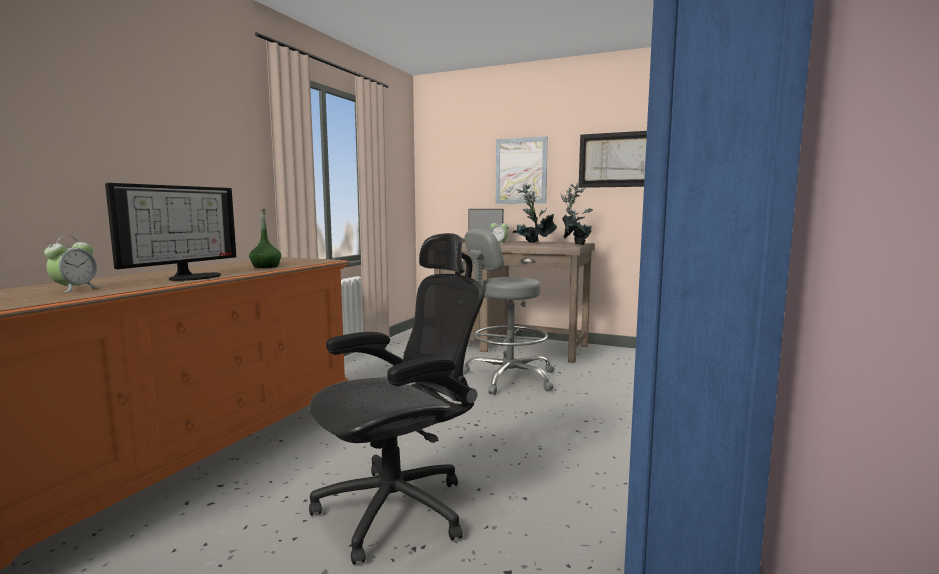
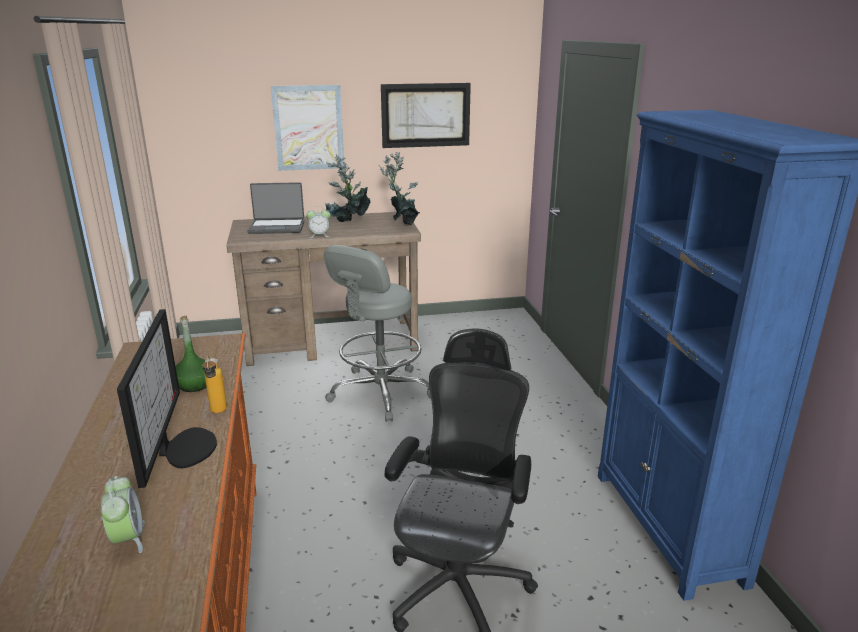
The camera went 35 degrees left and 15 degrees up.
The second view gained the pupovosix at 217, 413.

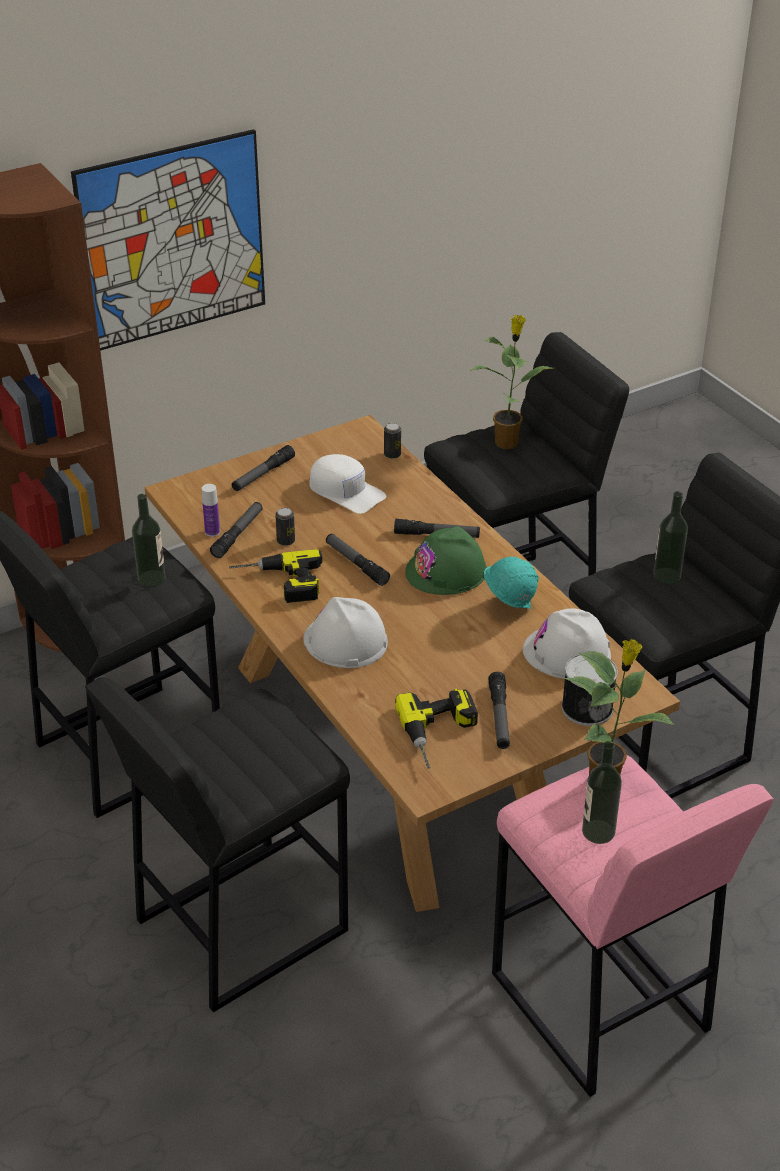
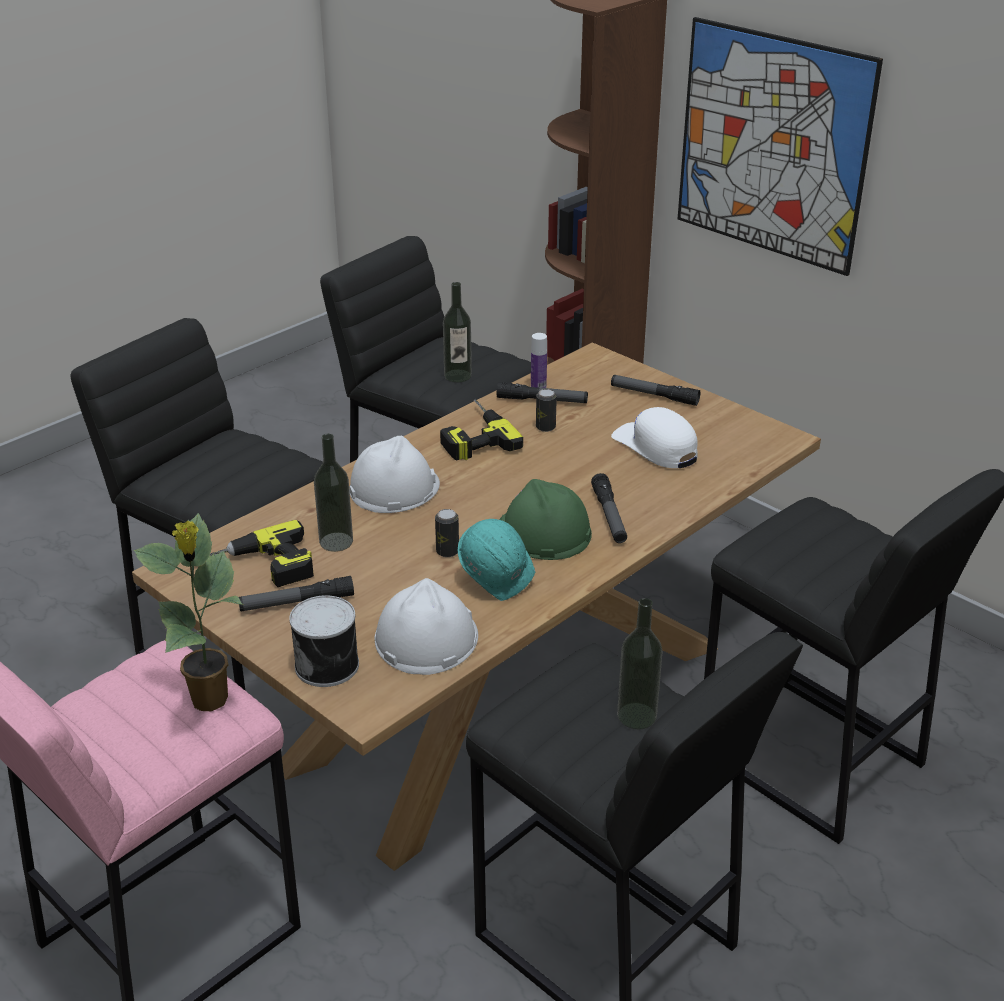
The camera went 75 degrees right and 5 degrees down.
The second view lost the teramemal at 356, 564.
The second view lost the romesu at 507, 442.
The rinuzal ended up elsewhere, having gone from 392, 454 to 447, 551.
The pupovosix ended up elsewhere, having gone from 598, 831 to 336, 542.
The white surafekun at 345, 491 ended up facing another way, 120 degrees clockwise from before.

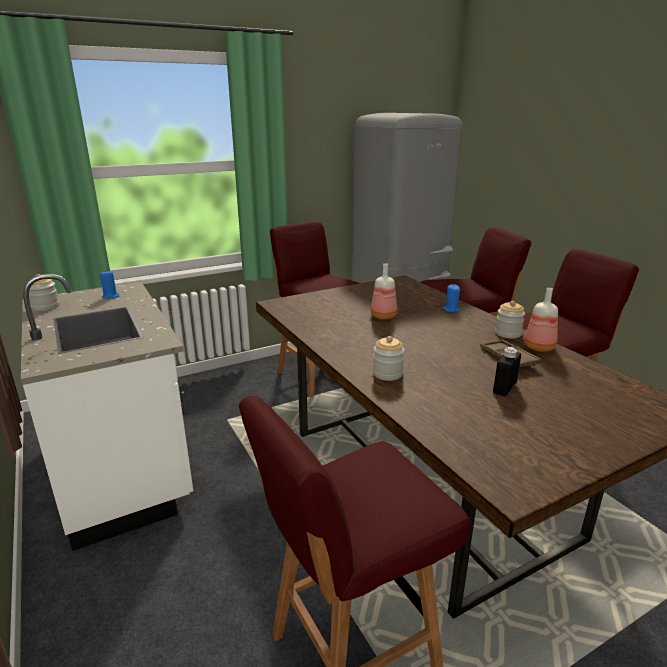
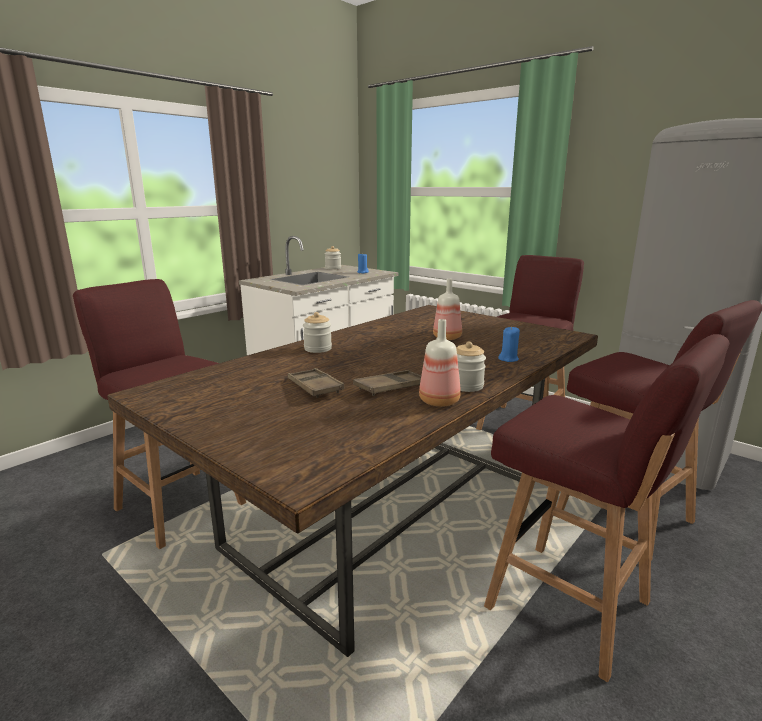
The camera went 70 degrees right and 5 degrees down.
Where the black pupovosix stood at 504, 388, the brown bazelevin came to stand at 315, 387.

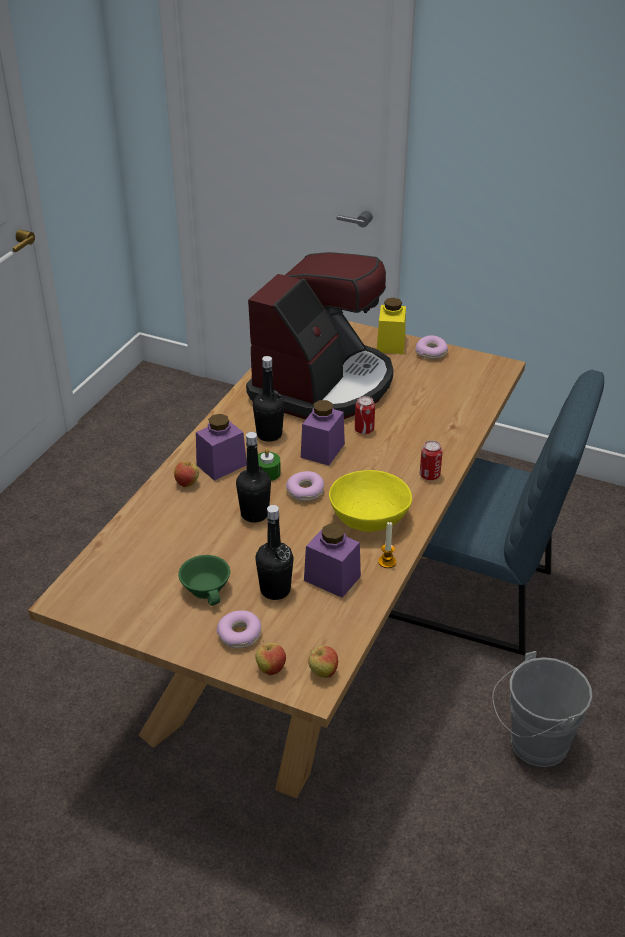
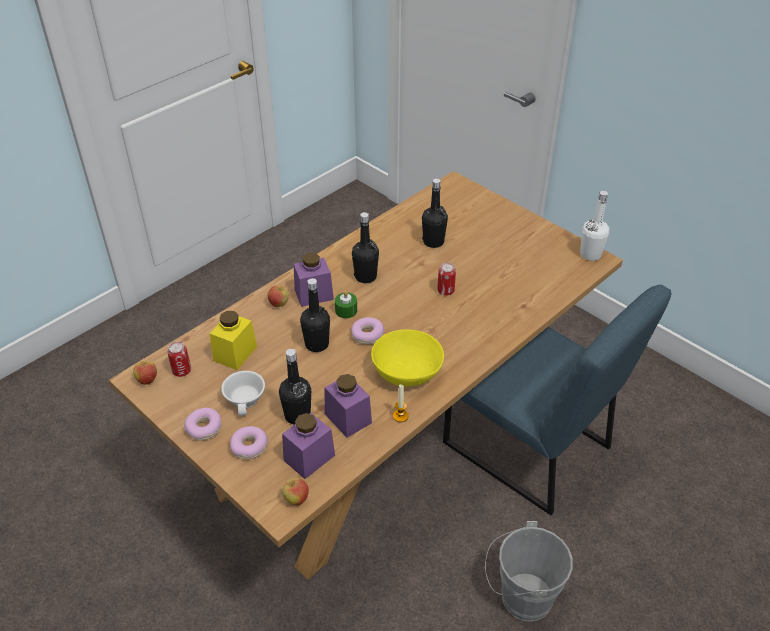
The camera went 20 degrees right and 5 degrees up.
The second view gained the white pupovosix at 590, 254.
The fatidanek ended up elsewhere, having gone from 271, 669 to 147, 380.
The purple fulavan ended up elsewhere, having gone from 322, 450 to 309, 458.
The yellow fulavan ended up elsewhere, having gone from 390, 344 to 235, 353.
The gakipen ended up elsewhere, having gone from 431, 352 to 204, 428.
The rinuzal ended up elsewhere, having gone from 429, 475 to 182, 371.
Where the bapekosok stood at 323, 384, the black pupovosix came to stand at 433, 242.
What was the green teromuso at 208, 589 turned into the white teromuso at 246, 400.

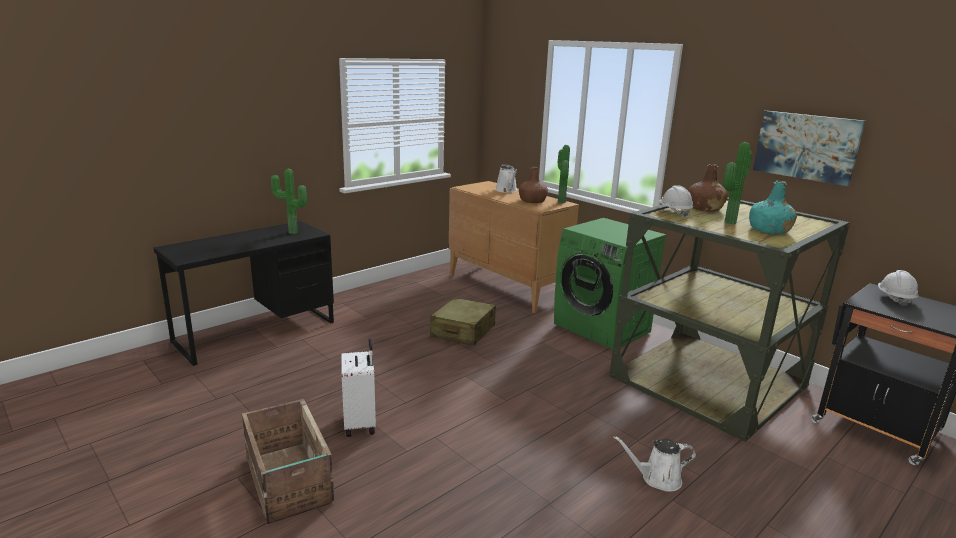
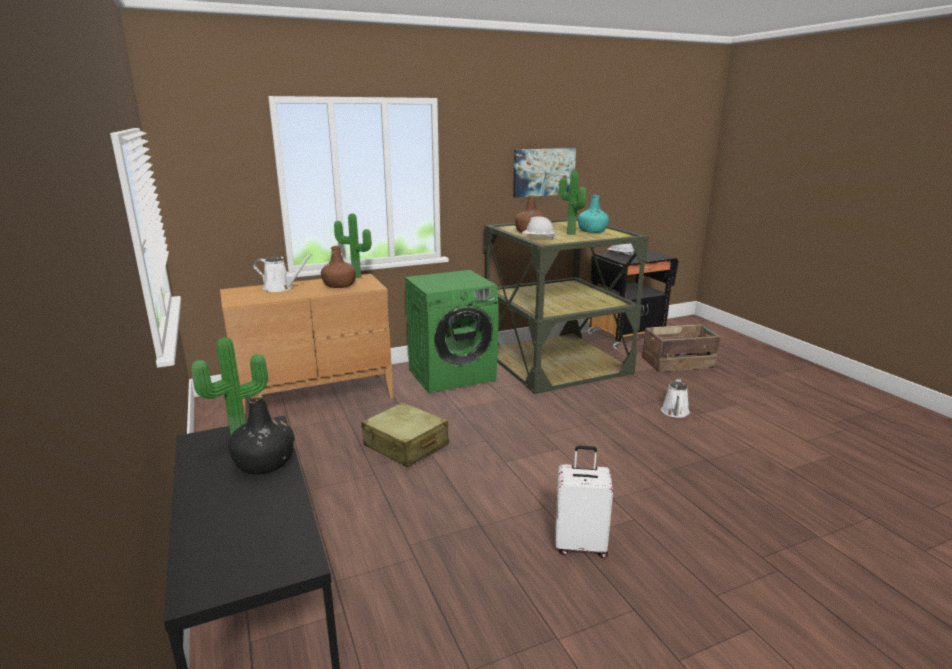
The camera went 70 degrees left and 0 degrees up.
The second view gained the black pupovosix at 265, 462.
The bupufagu ended up elsewhere, having gone from 288, 482 to 679, 363.

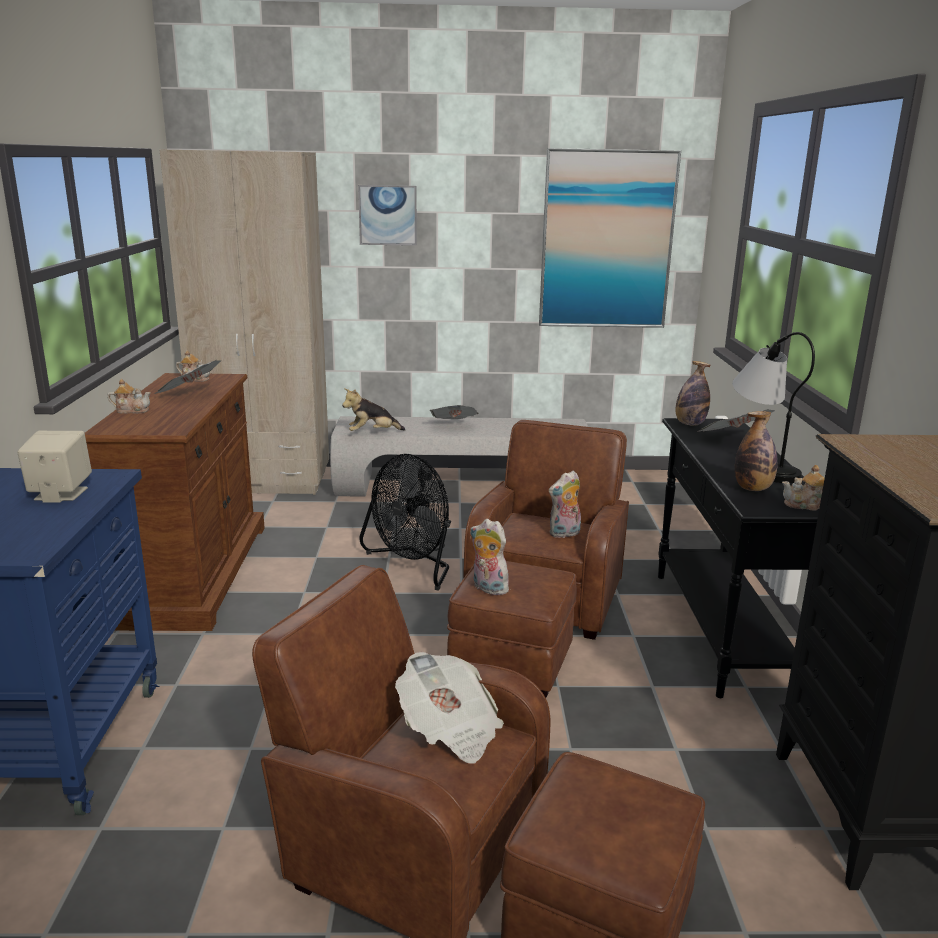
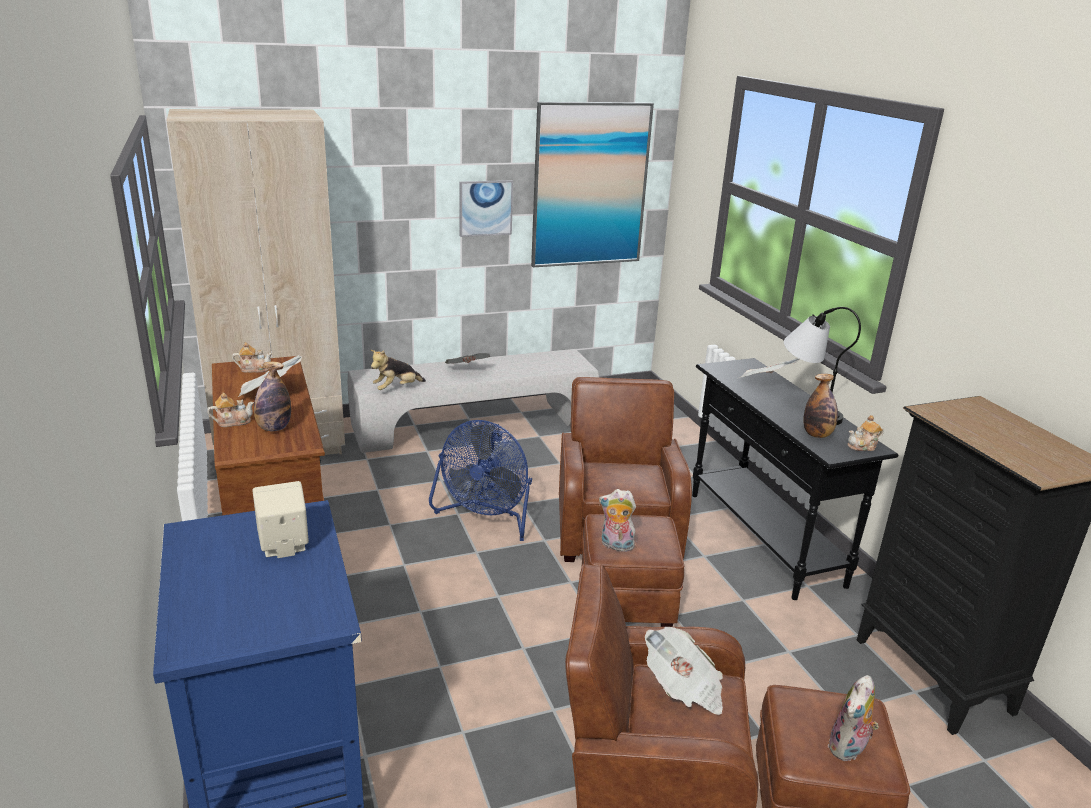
The camera went 20 degrees left and 5 degrees up.
The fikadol ended up elsewhere, having gone from 388, 215 to 485, 208.
The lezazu ended up elsewhere, having gone from 564, 534 to 848, 749.
The pupovosix ended up elsewhere, having gone from 690, 424 to 274, 428.
What was the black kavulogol at 415, 562 turned into the blue kavulogol at 485, 515.

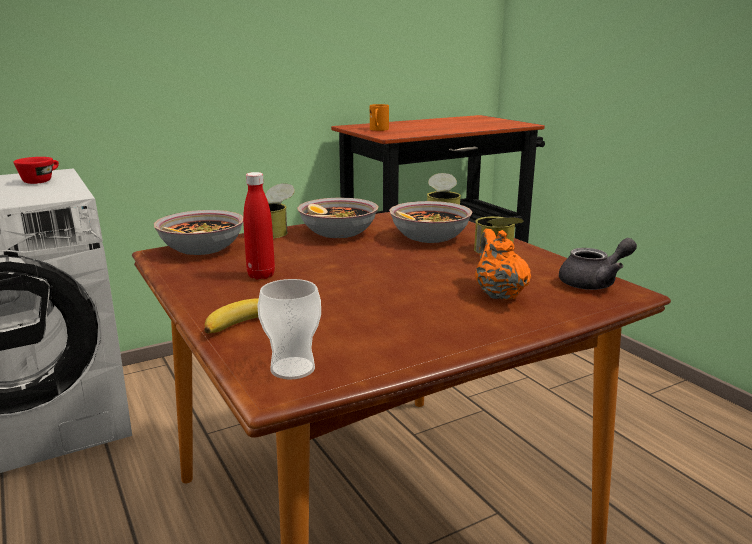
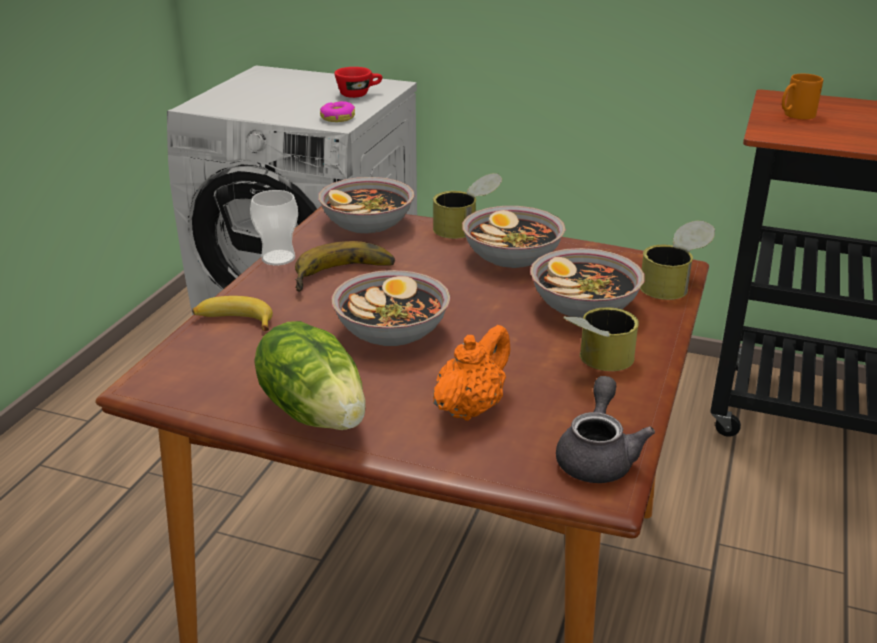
The camera went 50 degrees right and 10 degrees up.
The second view gained the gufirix at 315, 411.
The second view gained the gakipen at 337, 118.
The second view gained the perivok at 391, 332.
The teromuso ended up elsewhere, having gone from 292, 368 to 278, 258.
Where the red pupovosix stood at 261, 275, the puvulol came to stand at 345, 277.
The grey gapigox at 594, 283 ended up facing another way, 105 degrees counterclockwise from before.

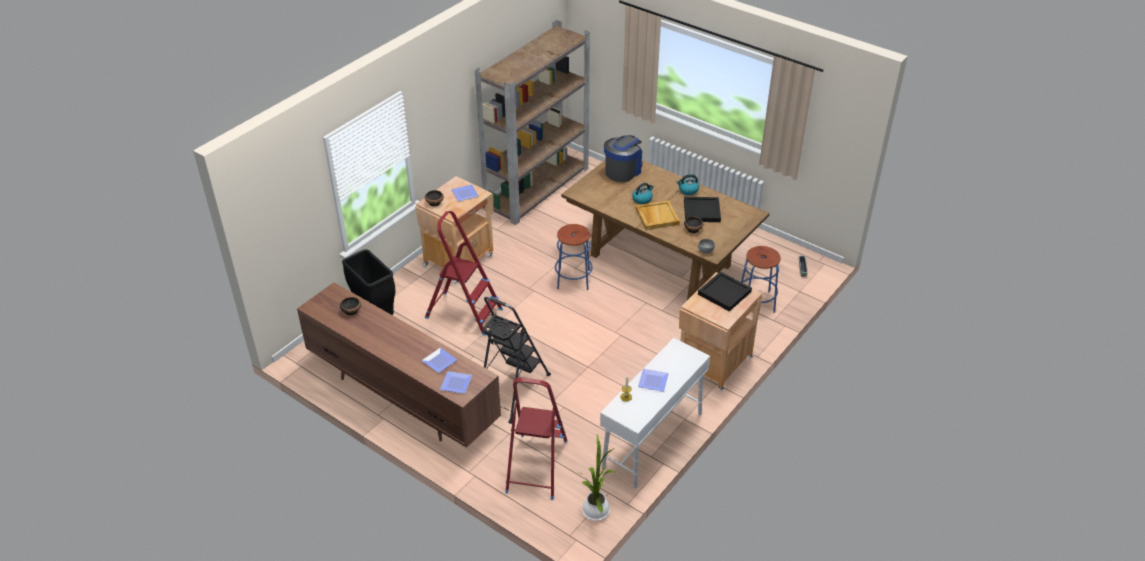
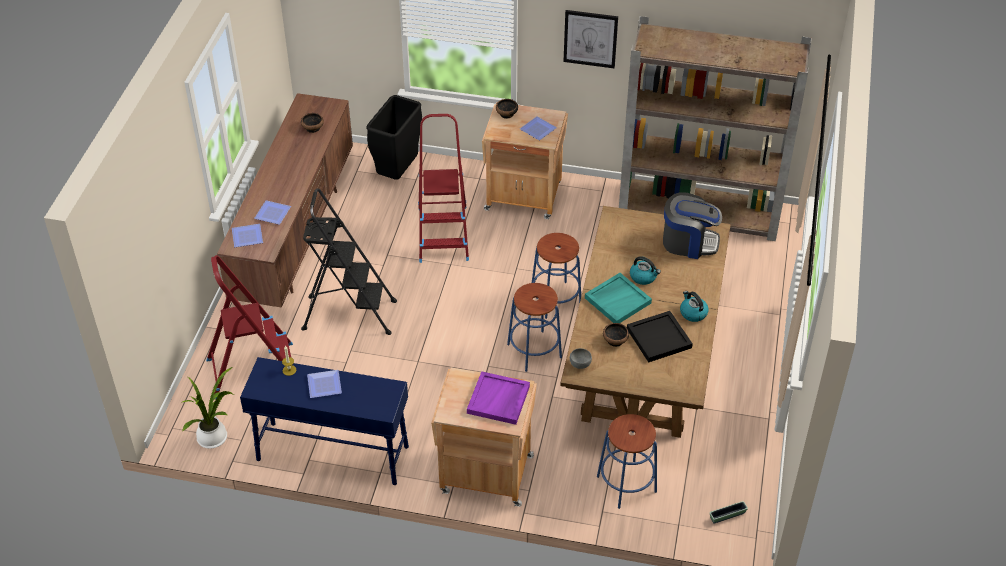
The camera went 65 degrees right and 5 degrees up.
The second view gained the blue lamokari at 534, 351.
The second view gained the fikadol at 590, 38.
What was the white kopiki at 651, 440 turned into the blue kopiki at 333, 452.
What was the beige bazelevin at 656, 216 turned into the turquoise bazelevin at 618, 300.
What was the black bazelevin at 725, 293 turned into the purple bazelevin at 498, 400.

